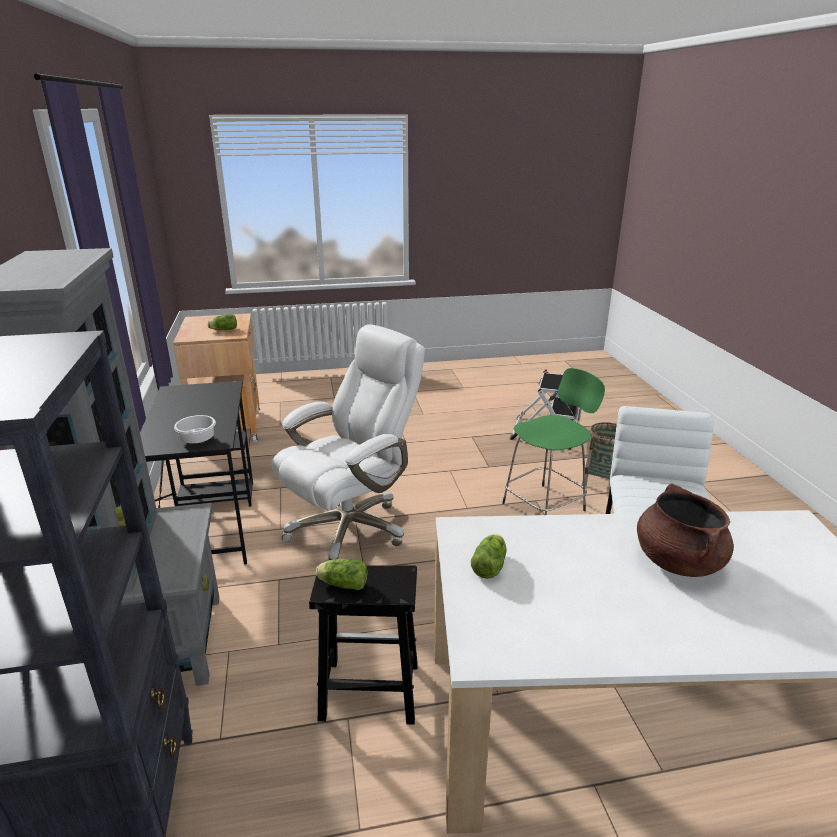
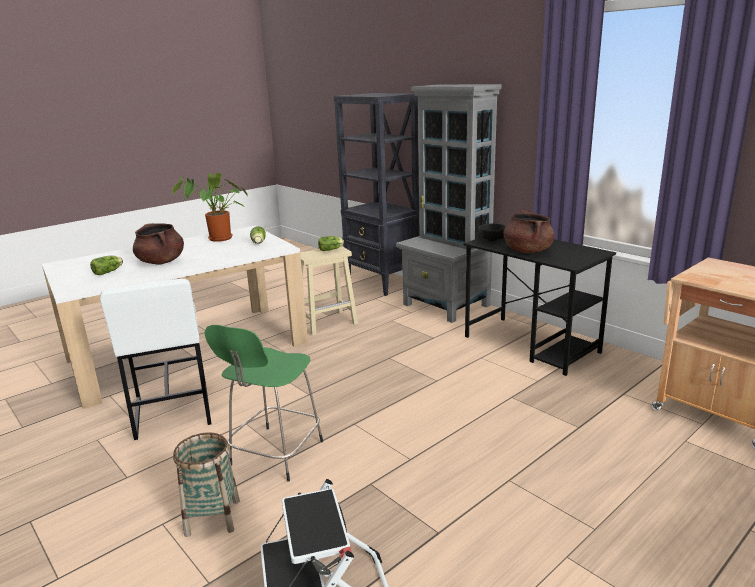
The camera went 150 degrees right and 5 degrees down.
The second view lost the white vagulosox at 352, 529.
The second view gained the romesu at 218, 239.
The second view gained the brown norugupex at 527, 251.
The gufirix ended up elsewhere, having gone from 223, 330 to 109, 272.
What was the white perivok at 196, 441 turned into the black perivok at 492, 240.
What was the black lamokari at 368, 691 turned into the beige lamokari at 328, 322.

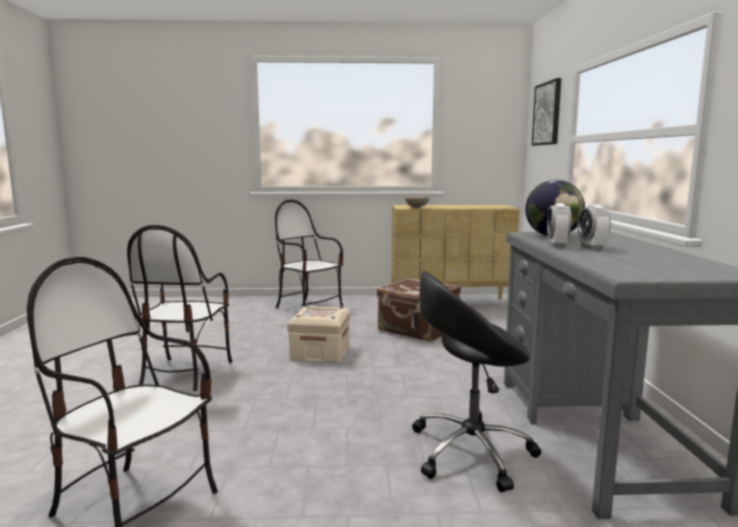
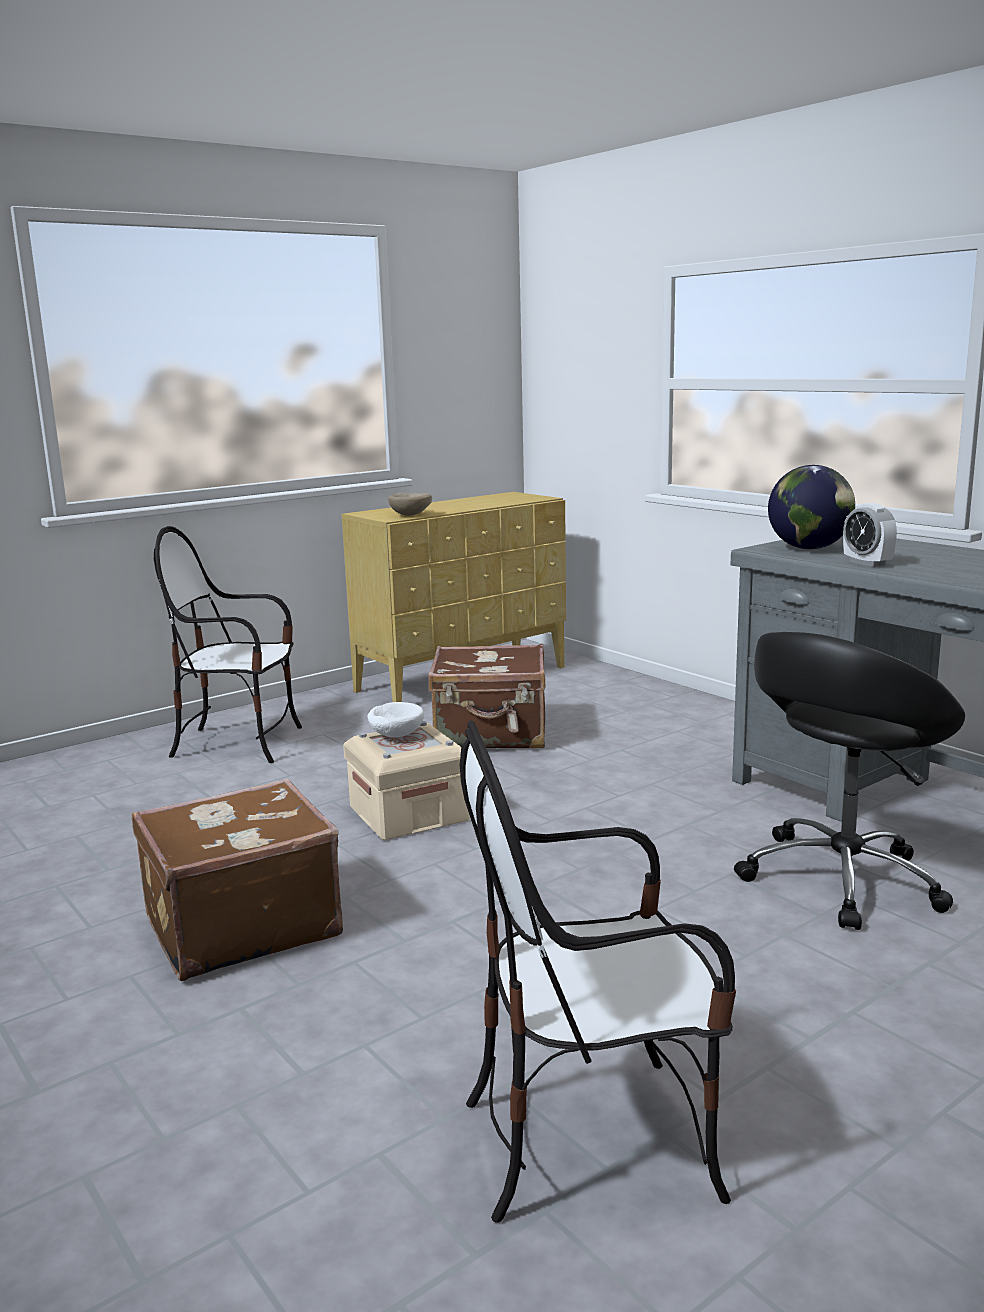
The camera went 35 degrees left and 5 degrees up.
The second view lost the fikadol at 547, 113.
The second view lost the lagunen at 592, 247.
The second view gained the white perivok at 395, 735.
Where the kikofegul stood at 185, 373, the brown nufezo came to stand at 240, 926.

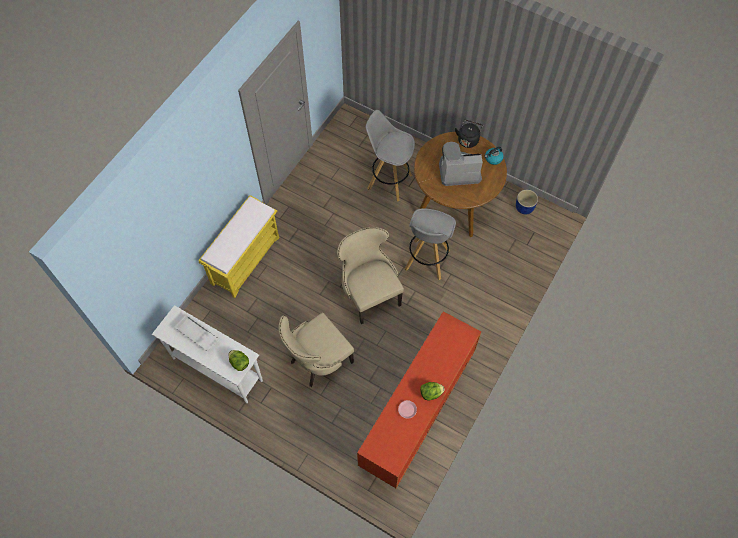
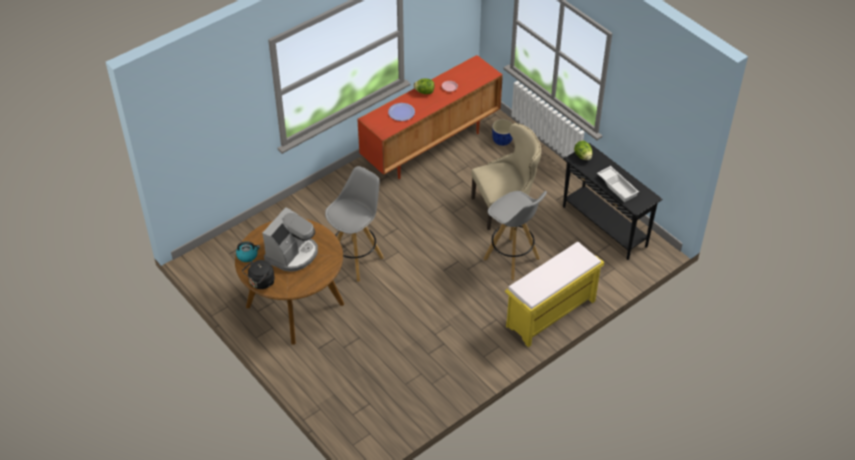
The camera went 160 degrees left and 15 degrees down.
The second view lost the beige kikofegul at 369, 293.
The second view gained the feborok at 401, 112.
The grey lamokari ended up elsewhere, having gone from 389, 181 to 512, 259.
The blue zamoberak ended up elsewhere, having gone from 524, 207 to 502, 140.
What was the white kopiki at 216, 370 turned into the black kopiki at 605, 226.
The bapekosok at 458, 171 ended up facing another way, 75 degrees counterclockwise from before.

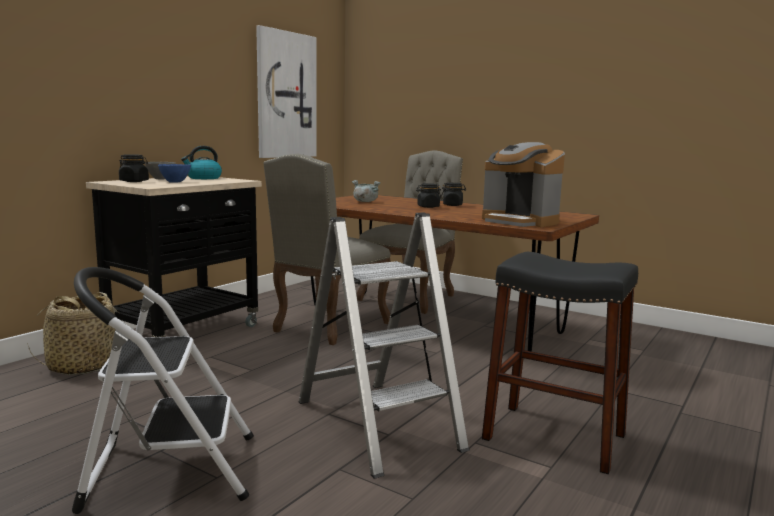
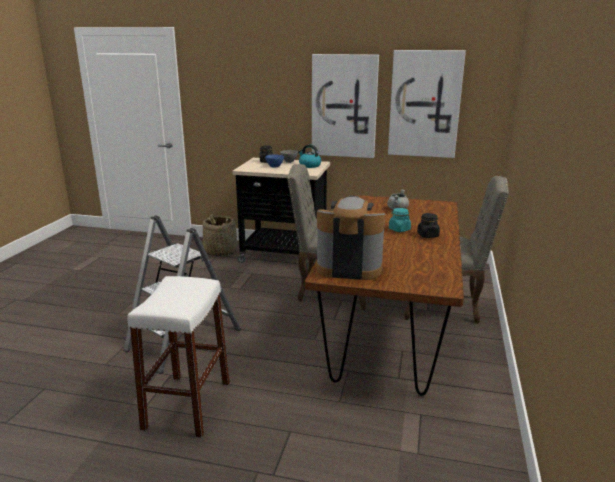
The camera went 70 degrees right and 10 degrees up.
The second view lost the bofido at 166, 472.
The second view gained the fikadol at 344, 106.
What was the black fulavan at 428, 207 turned into the turquoise fulavan at 399, 229.
What was the black lamokari at 554, 437 turned into the white lamokari at 187, 405.
The bapekosok at 519, 222 ended up facing another way, 75 degrees clockwise from before.

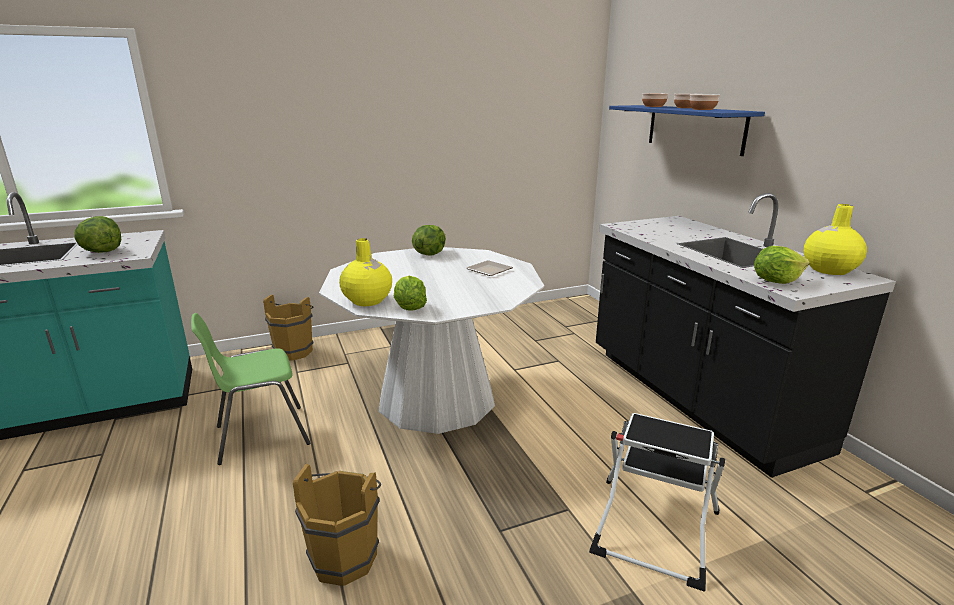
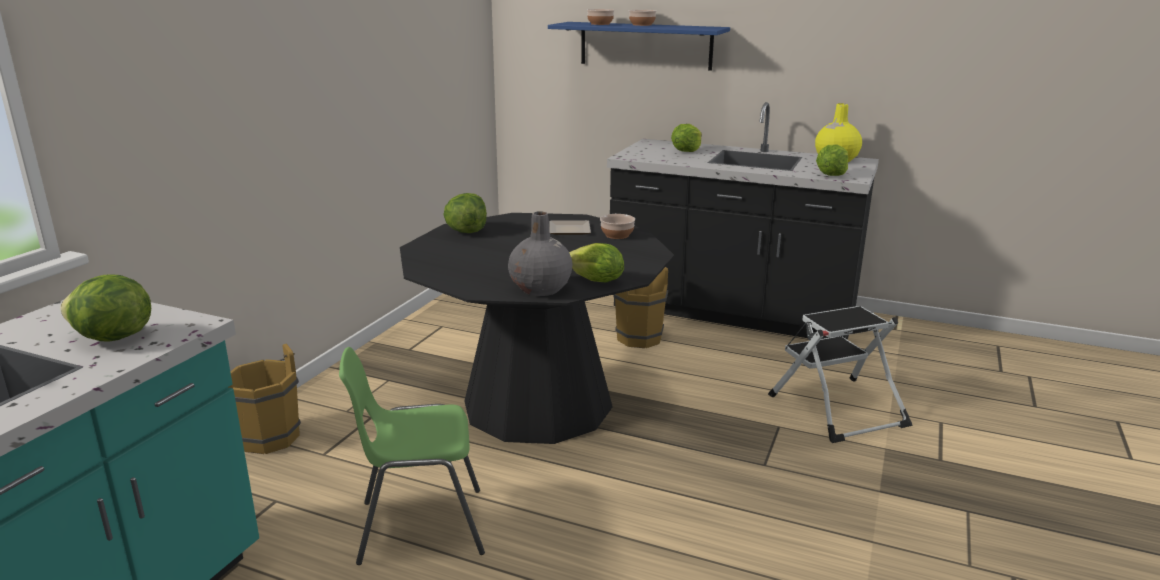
The camera went 45 degrees left and 0 degrees up.
The second view gained the gufirix at 686, 151.
The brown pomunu ended up elsewhere, having gone from 347, 554 to 637, 337.
The perivok ended up elsewhere, having gone from 702, 109 to 617, 235.
What was the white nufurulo at 436, 398 turned into the black nufurulo at 538, 404.
What was the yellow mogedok at 367, 300 turned into the grey mogedok at 541, 289.
The green kikofegul at 261, 435 ended up facing another way, 60 degrees clockwise from before.

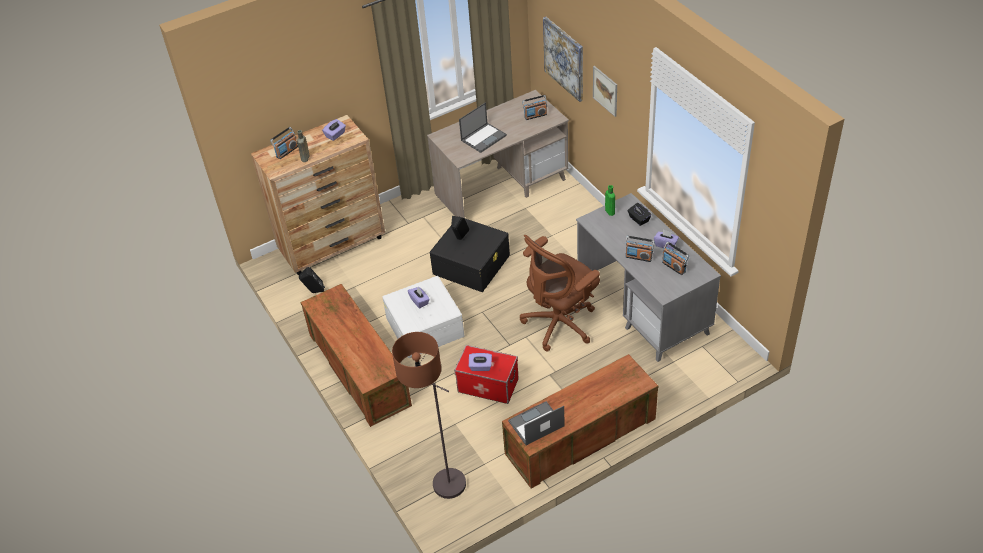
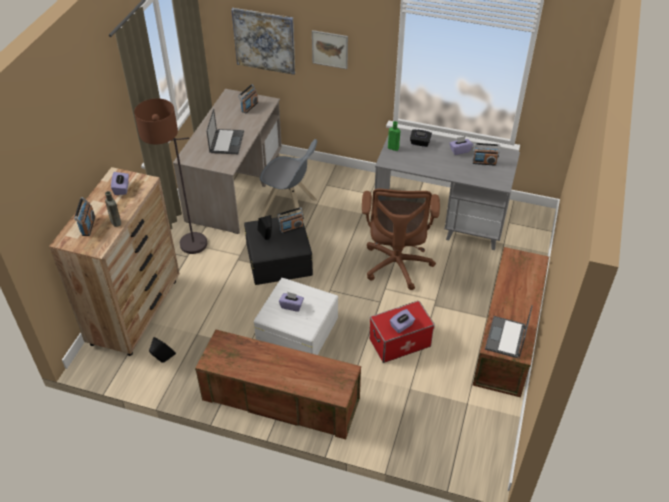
The camera went 45 degrees left and 0 degrees up.
The second view gained the grey kikofegul at 290, 209.
The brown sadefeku ended up elsewhere, having gone from 441, 480 to 185, 245.
The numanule ended up elsewhere, having gone from 638, 257 to 291, 228.

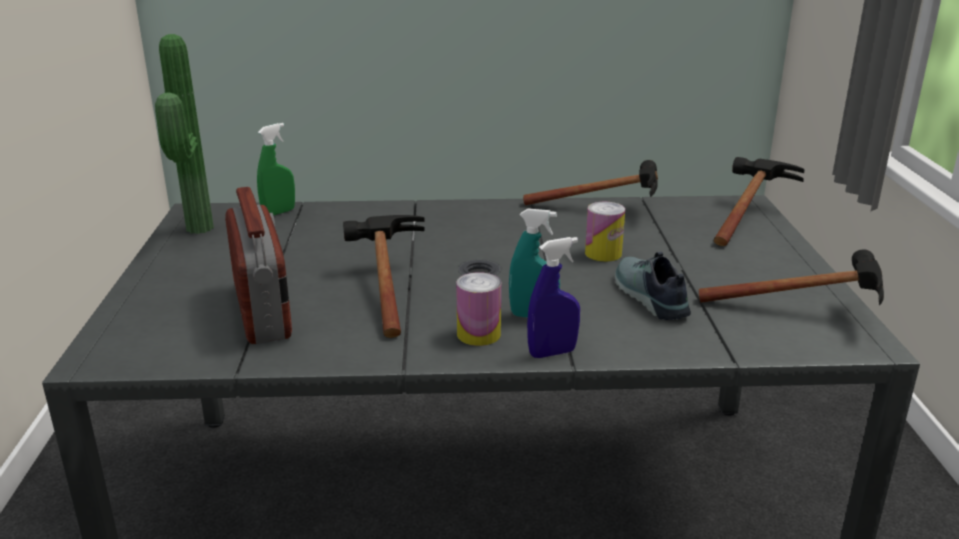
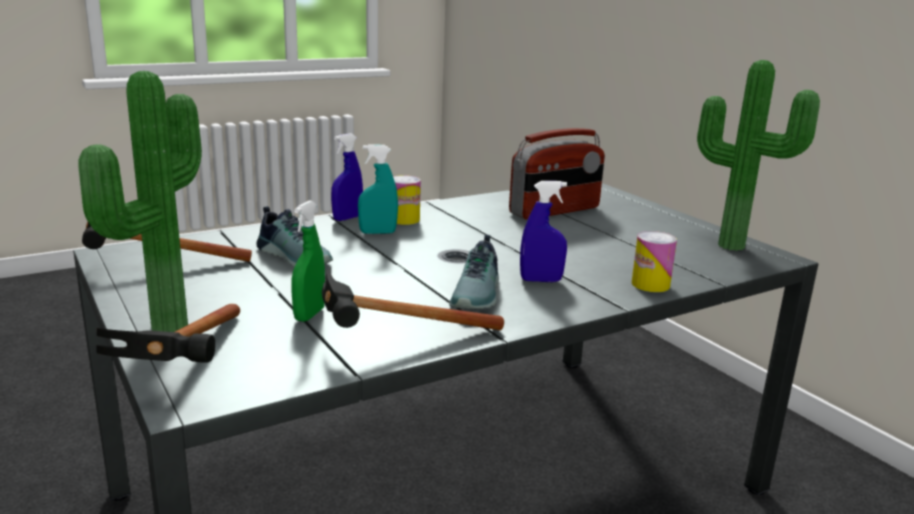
The camera went 150 degrees right and 5 degrees down.
The second view lost the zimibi at 384, 288.
The second view gained the romesu at 163, 325.
The second view gained the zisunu at 479, 294.
The second view gained the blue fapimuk at 541, 280.
The green fapimuk ended up elsewhere, having gone from 279, 212 to 309, 315.
The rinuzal ended up elsewhere, having gone from 603, 253 to 650, 284.
The numanule at 263, 311 ended up facing another way, 75 degrees counterclockwise from before.

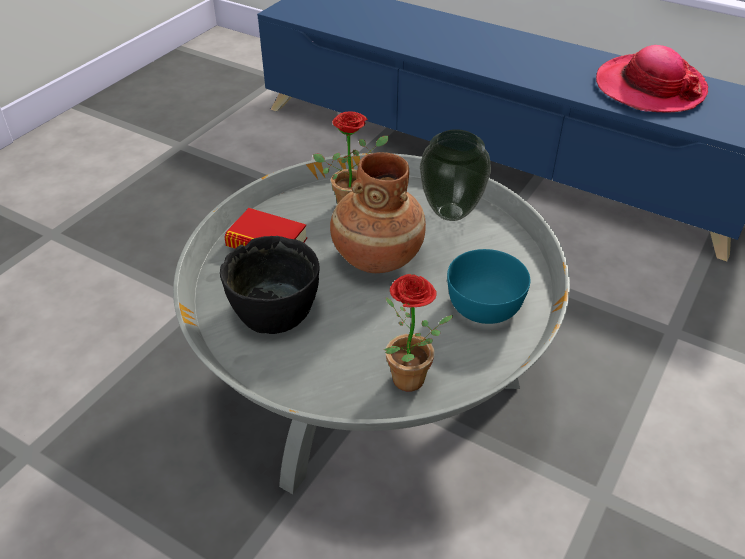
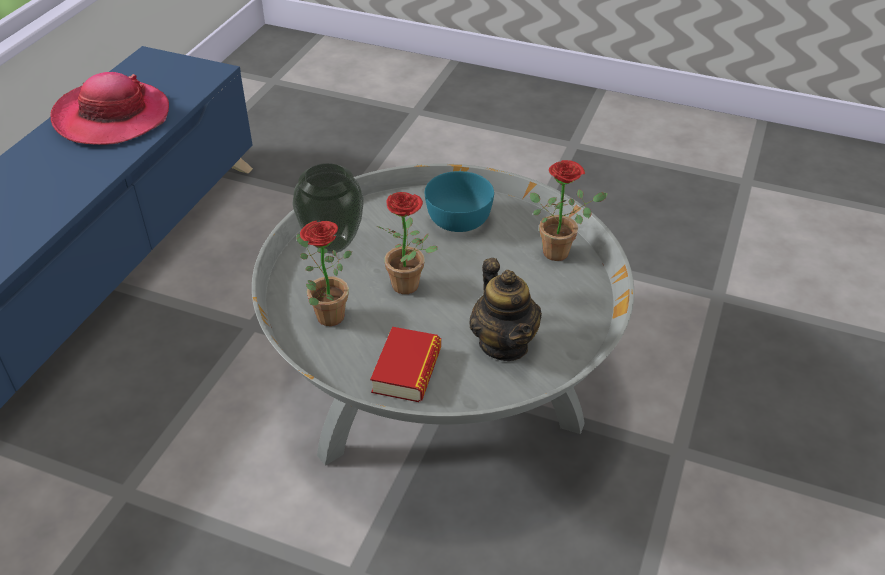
The camera went 100 degrees left and 0 degrees up.
Where the black perivok stood at 276, 310, the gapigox came to stand at 504, 344.
Where the brown mogedok stood at 376, 257, the romesu came to stand at 411, 287.

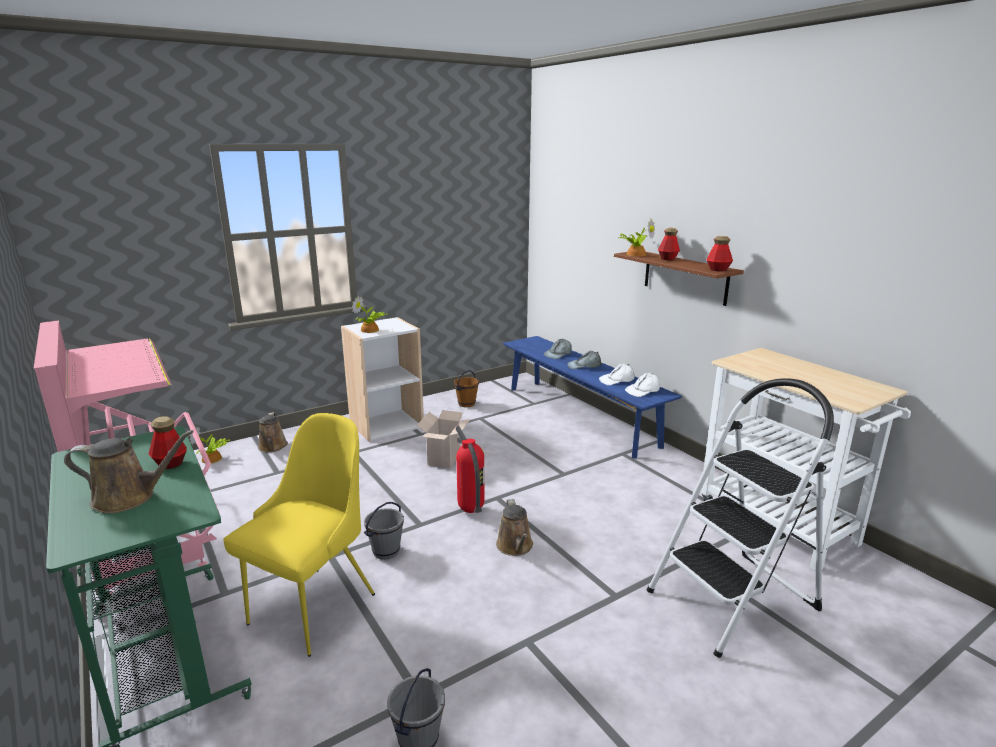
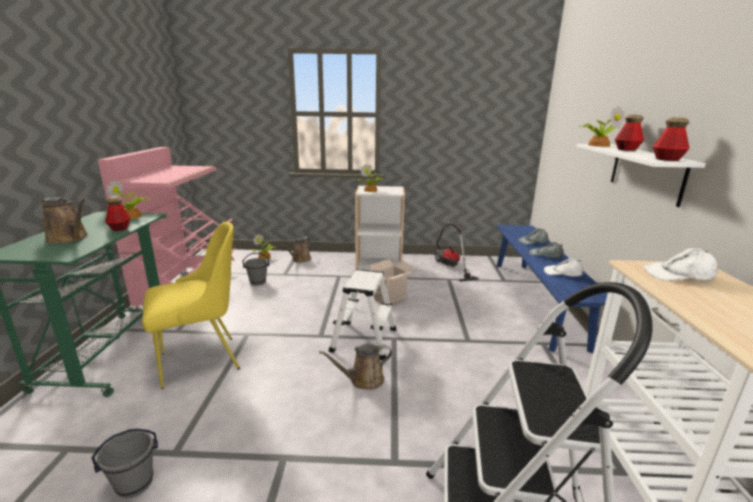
The camera went 35 degrees right and 0 degrees up.
The second view gained the romesu at 131, 216.
The grey pomunu ended up elsewhere, having gone from 386, 551 to 258, 282.
The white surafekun ended up elsewhere, having gone from 643, 390 to 679, 274.
Where the brown pomunu stood at 466, 404, the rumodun came to stand at 449, 267.
Where the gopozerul stood at 470, 510, the white bofido came to stand at 364, 340.
What was the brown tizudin at 685, 277 turned into the white tizudin at 646, 172.
The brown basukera at 515, 547 ended up facing another way, 45 degrees clockwise from before.

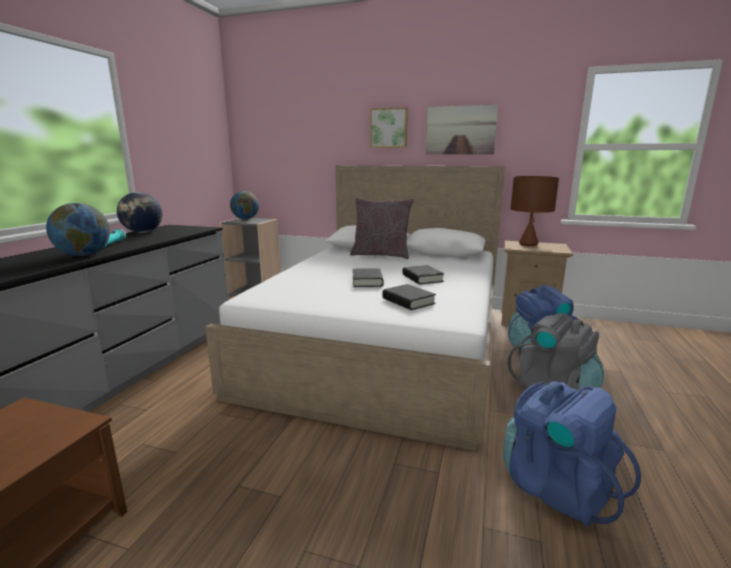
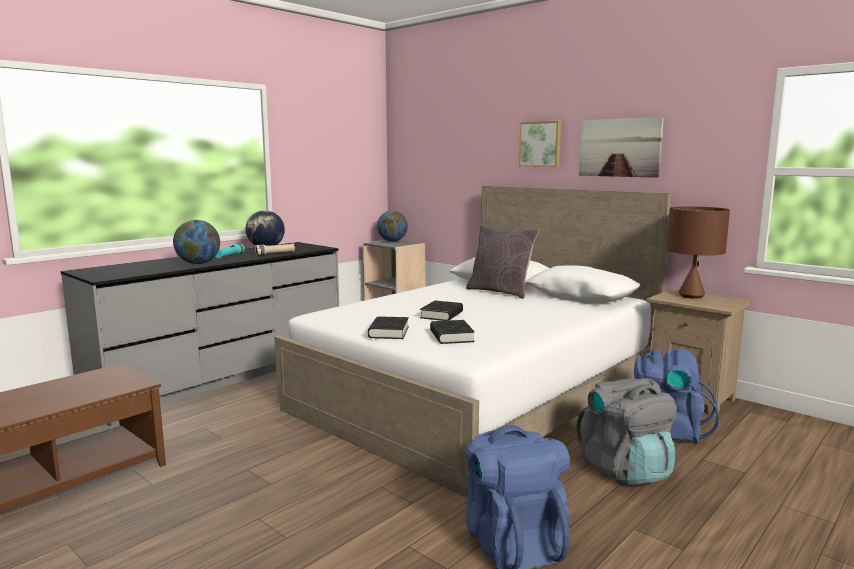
The camera went 25 degrees right and 5 degrees down.
The second view gained the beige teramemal at 275, 254.
The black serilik ended up elsewhere, having gone from 422, 278 to 388, 332.

